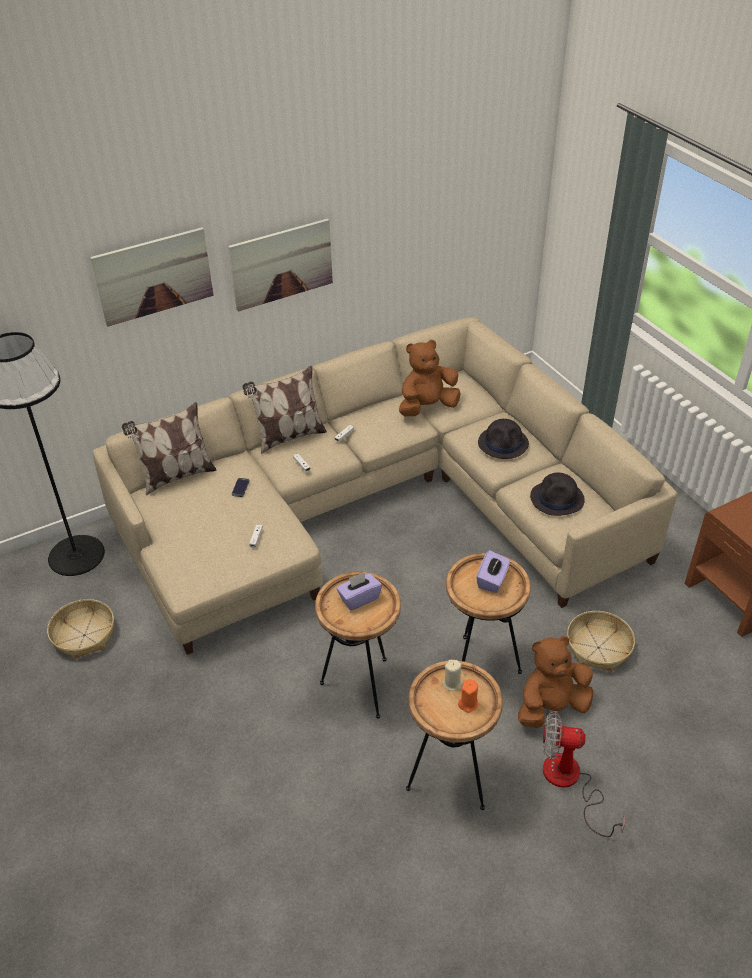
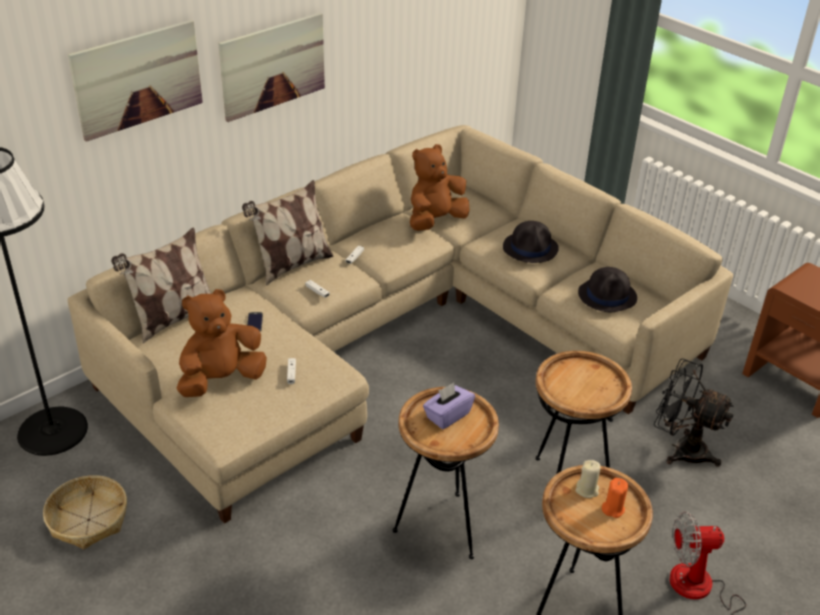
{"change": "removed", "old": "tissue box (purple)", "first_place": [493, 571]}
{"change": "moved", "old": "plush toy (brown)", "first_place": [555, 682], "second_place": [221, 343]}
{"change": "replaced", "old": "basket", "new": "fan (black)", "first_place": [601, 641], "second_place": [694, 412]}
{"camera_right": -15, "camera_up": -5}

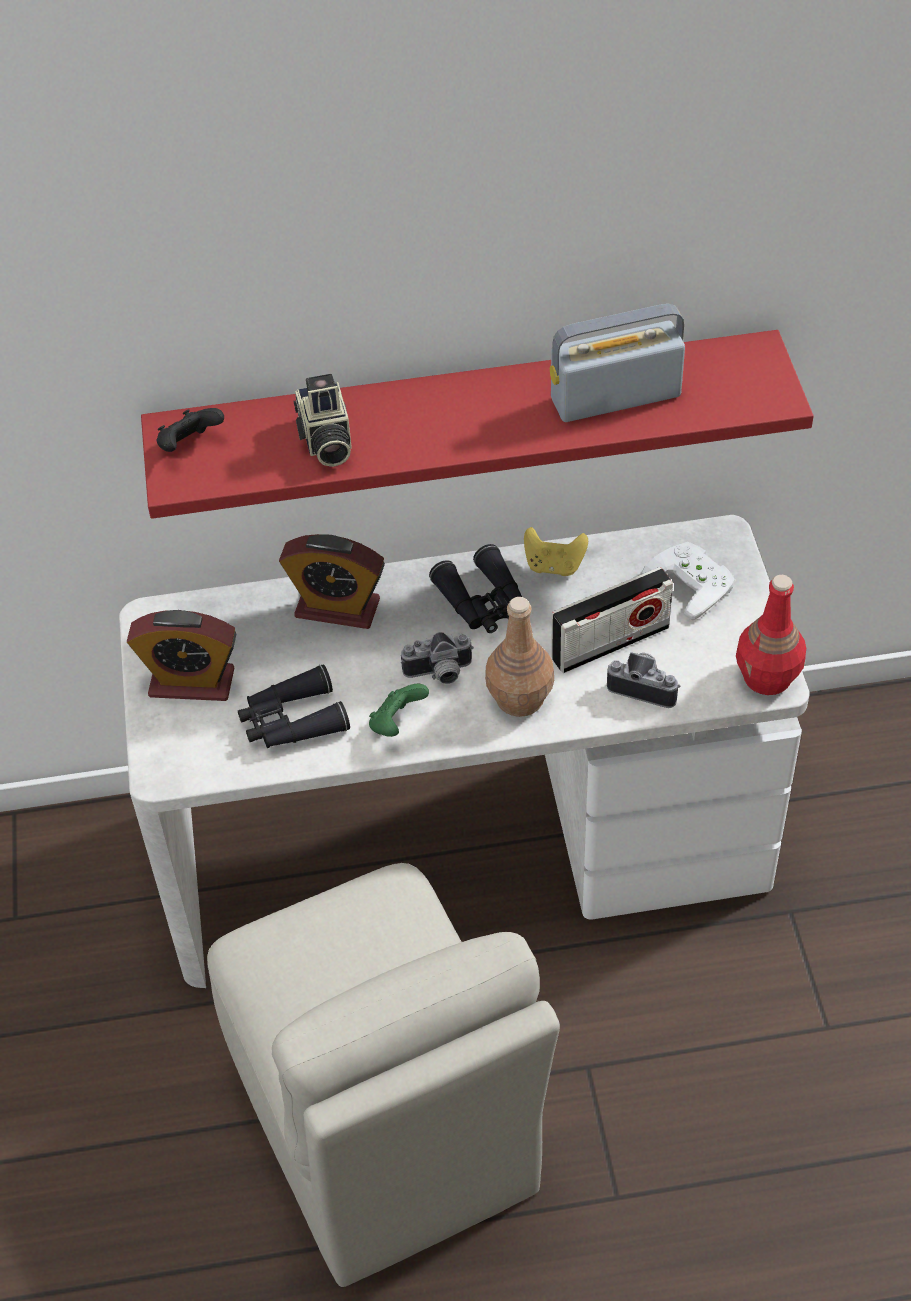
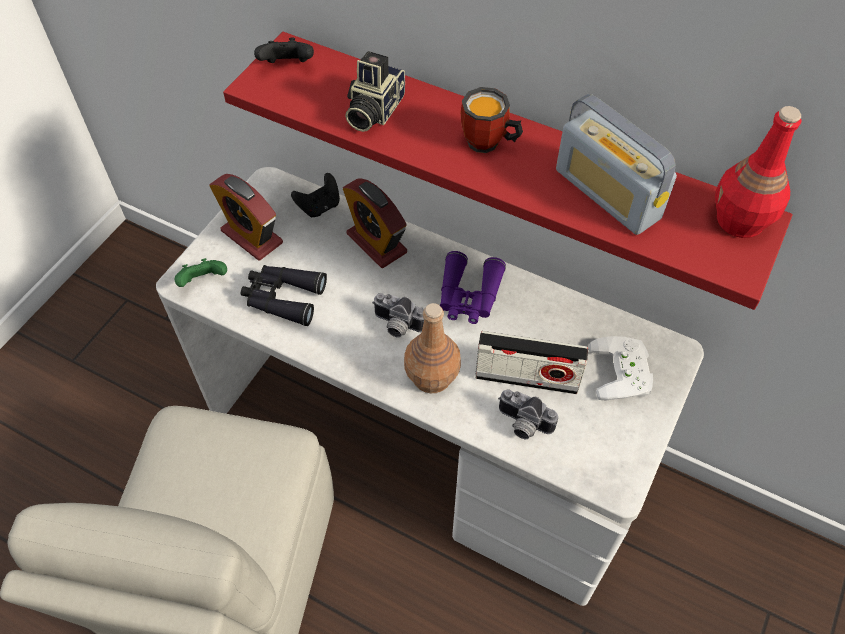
{"change": "removed", "old": "game controller (yellow)", "first_place": [556, 551]}
{"change": "added", "new": "game controller (black)", "second_place": [315, 195]}
{"change": "added", "new": "mug", "second_place": [492, 120]}
{"change": "moved", "old": "game controller (green)", "first_place": [399, 710], "second_place": [201, 272]}
{"change": "moved", "old": "bottle (red)", "first_place": [771, 635], "second_place": [758, 172]}
{"change": "recoloured", "old": "binoculars (black)", "new": "binoculars (purple)", "first_place": [475, 588], "second_place": [473, 287]}
{"change": "turned", "old": "radio", "first_place": [617, 363], "second_place": [616, 164], "degrees": -150}
{"change": "turned", "old": "photo camera", "first_place": [644, 680], "second_place": [528, 414], "degrees": 150}
{"camera_right": 35, "camera_up": 5}

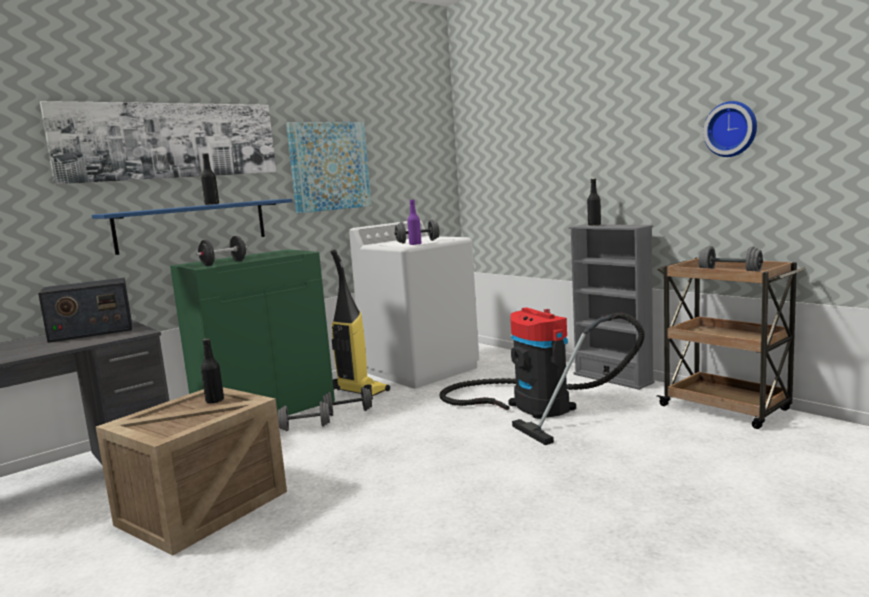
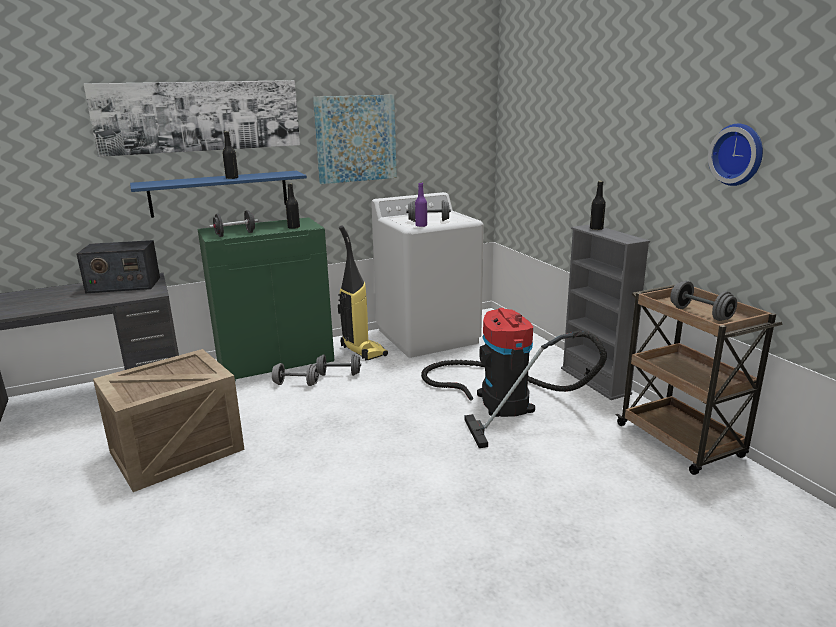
{"change": "moved", "old": "bottle (black)", "first_place": [212, 370], "second_place": [293, 206]}
{"camera_right": 15, "camera_up": 10}

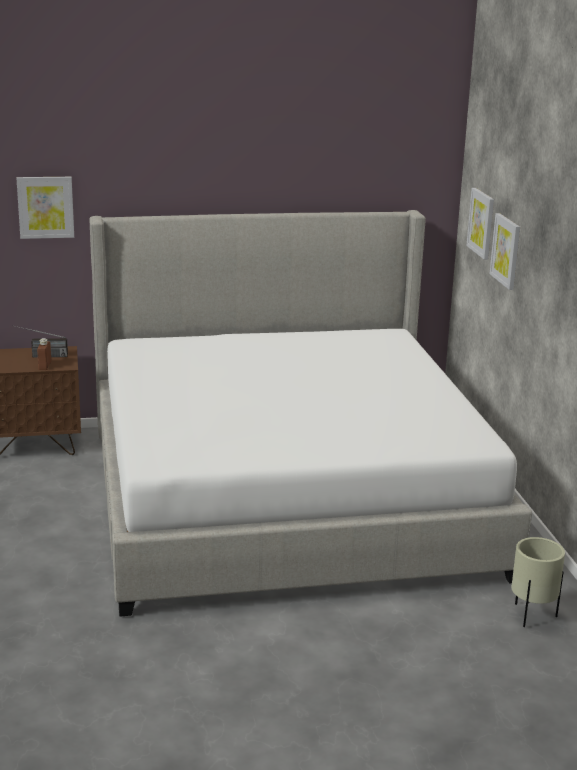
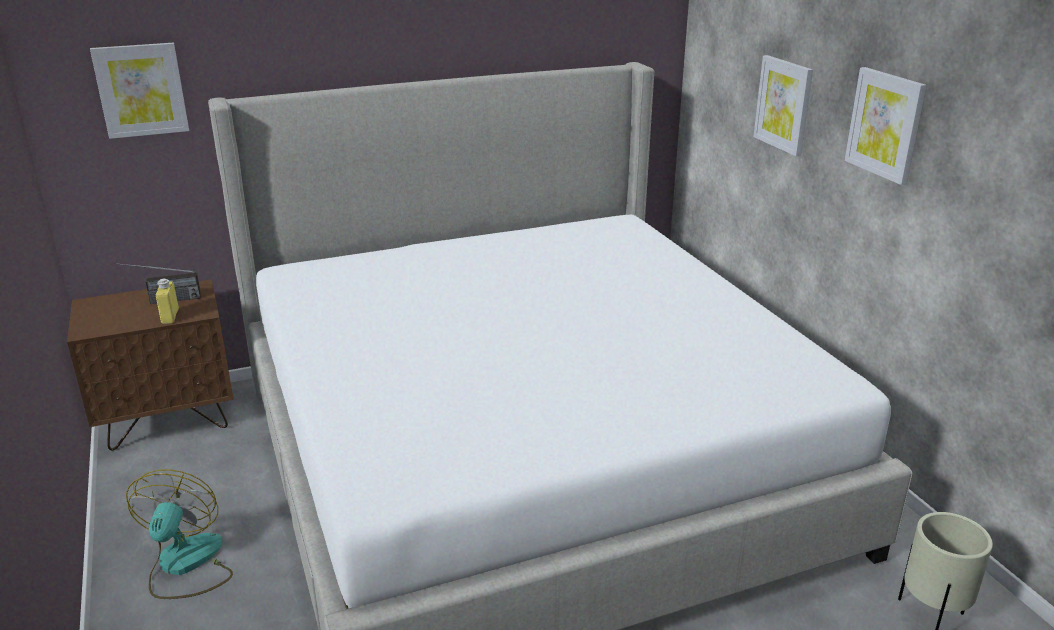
{"change": "added", "new": "fan", "second_place": [179, 534]}
{"change": "moved", "old": "picture", "first_place": [480, 224], "second_place": [886, 126]}
{"change": "recoloured", "old": "bottle (brown)", "new": "bottle (yellow)", "first_place": [44, 354], "second_place": [167, 301]}
{"camera_right": -10, "camera_up": 5}

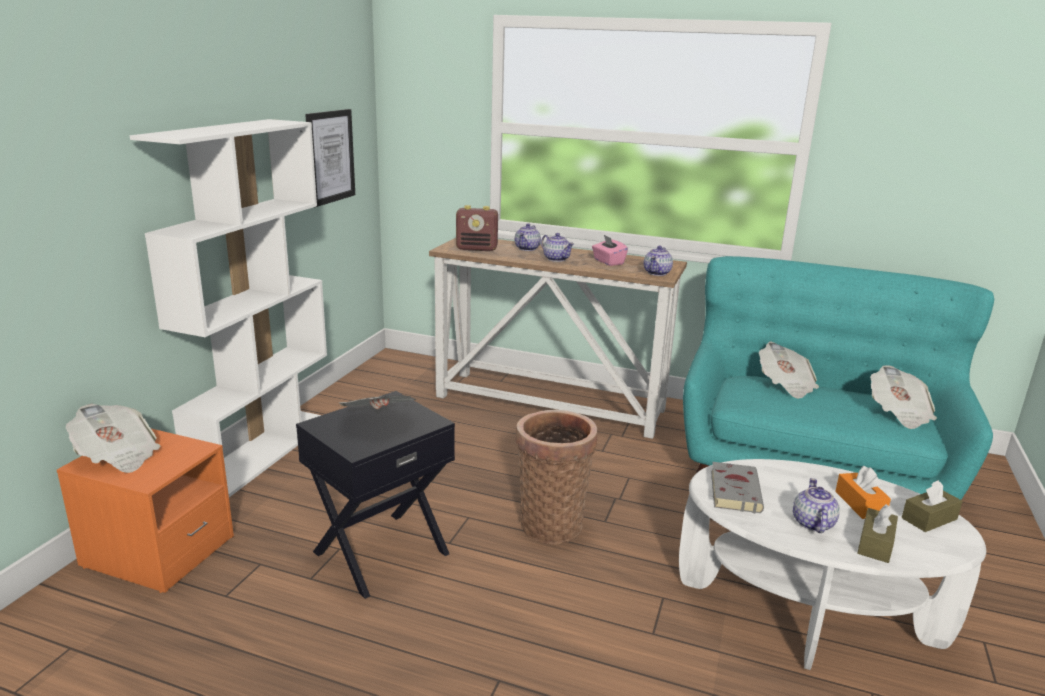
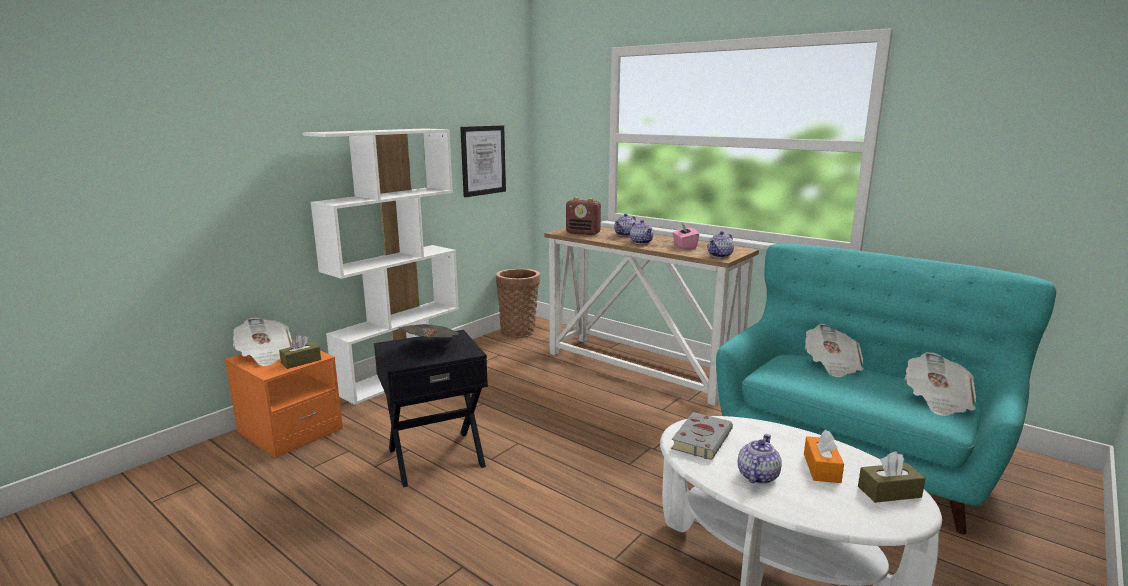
{"change": "moved", "old": "basket", "first_place": [556, 477], "second_place": [518, 303]}
{"change": "moved", "old": "tissue box (brown)", "first_place": [878, 533], "second_place": [300, 352]}
{"camera_right": 20, "camera_up": -5}

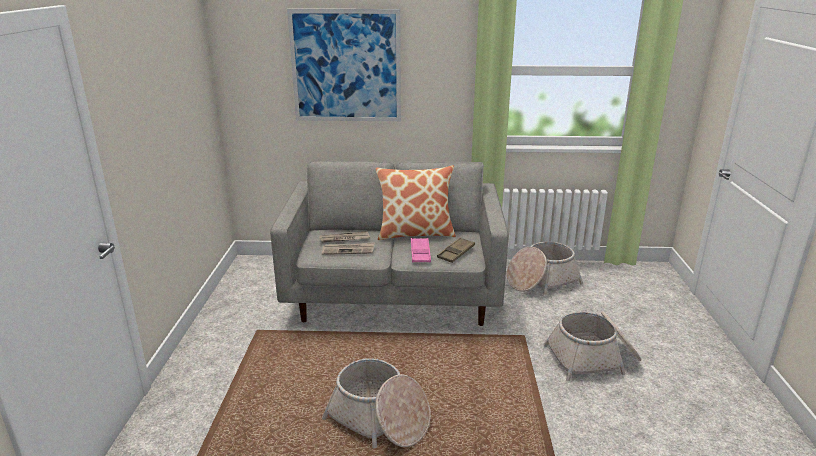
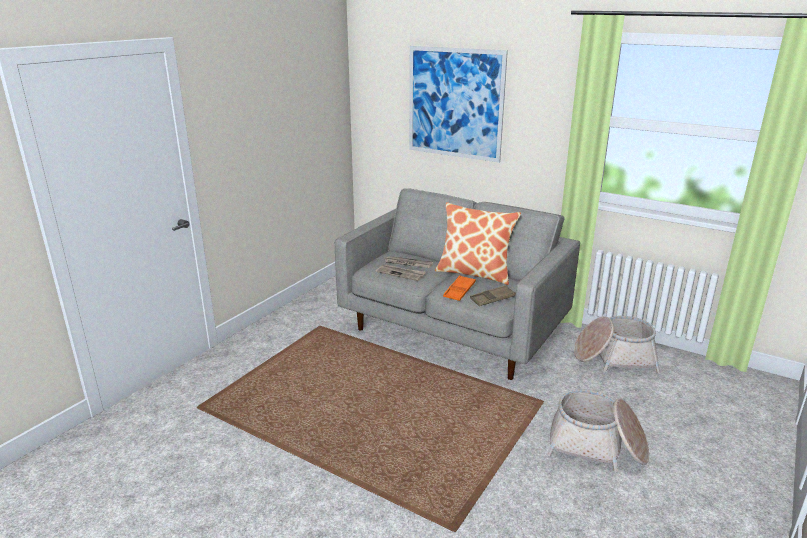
{"change": "removed", "old": "basket", "first_place": [376, 403]}
{"change": "recoloured", "old": "tray (pink)", "new": "tray (orange)", "first_place": [421, 250], "second_place": [459, 288]}
{"camera_right": 30, "camera_up": 0}

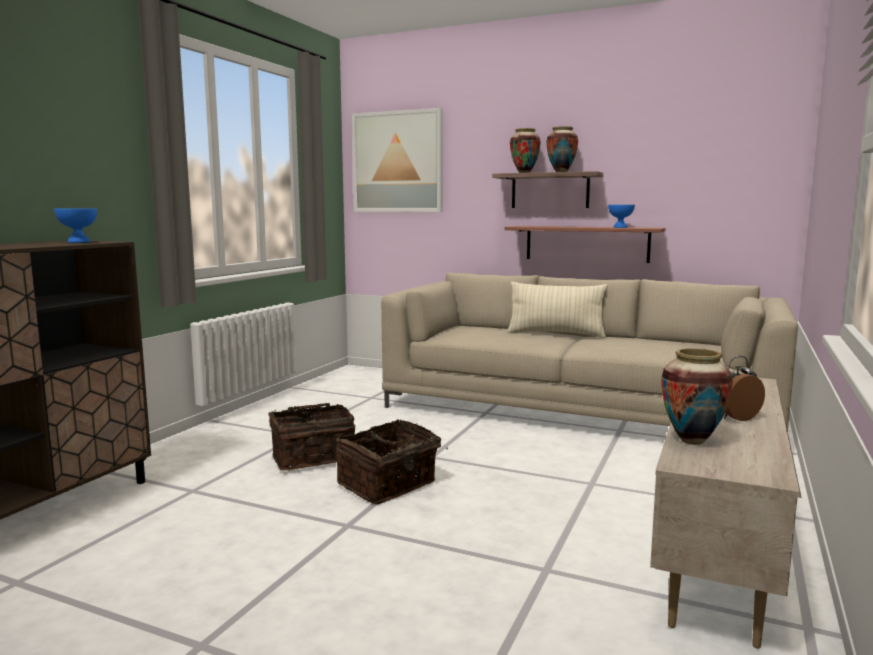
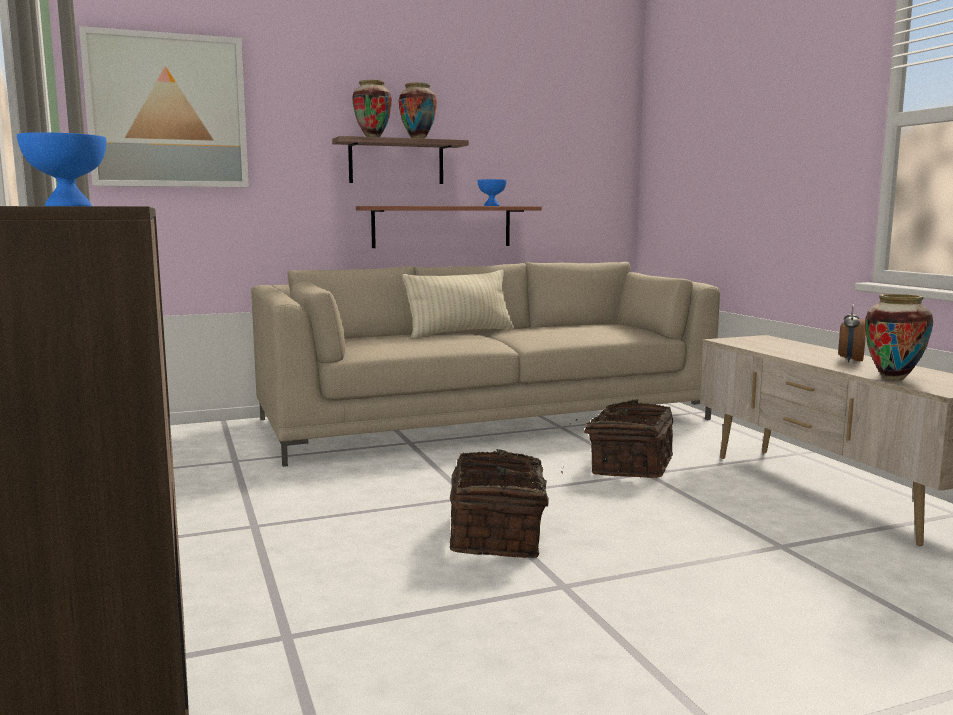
{"change": "moved", "old": "basket", "first_place": [311, 436], "second_place": [621, 438]}
{"camera_right": -45, "camera_up": 0}

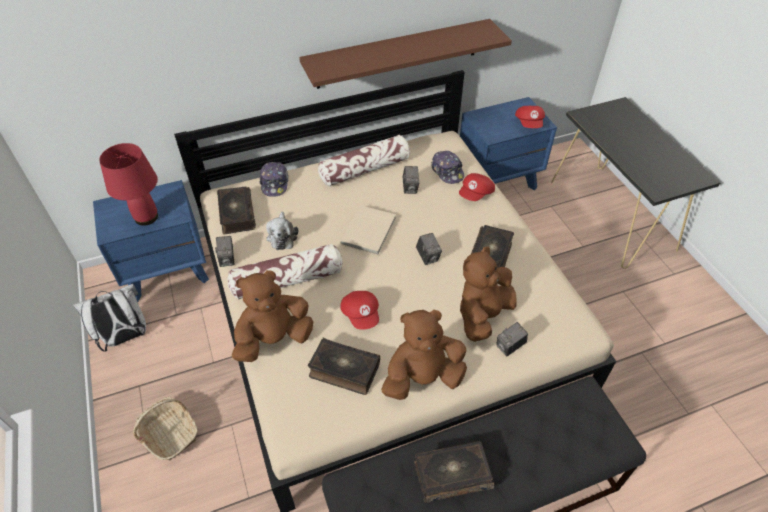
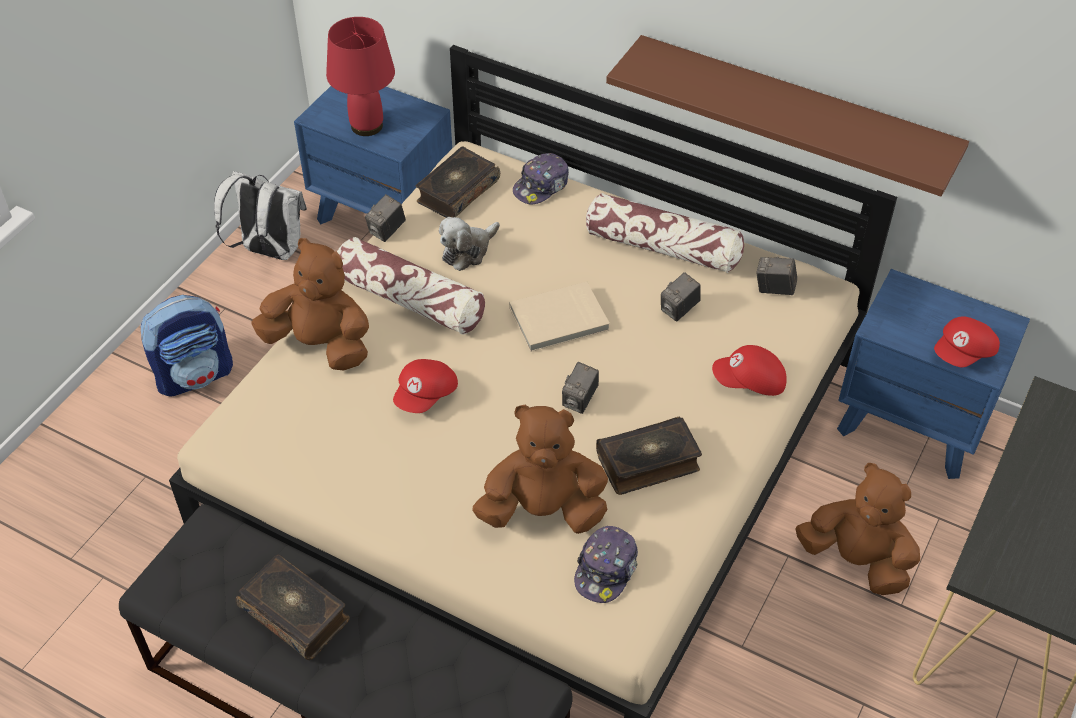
{"change": "removed", "old": "book", "first_place": [344, 366]}
{"change": "moved", "old": "plush toy (brown)", "first_place": [424, 355], "second_place": [857, 529]}
{"change": "moved", "old": "cap", "first_place": [447, 167], "second_place": [606, 564]}
{"change": "moved", "old": "photo camera", "first_place": [512, 339], "second_place": [777, 276]}
{"change": "replaced", "old": "basket", "new": "backpack", "first_place": [165, 428], "second_place": [186, 345]}
{"camera_right": 50, "camera_up": 0}

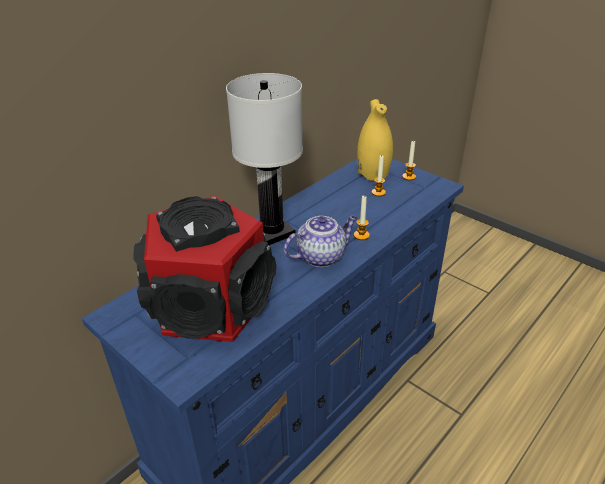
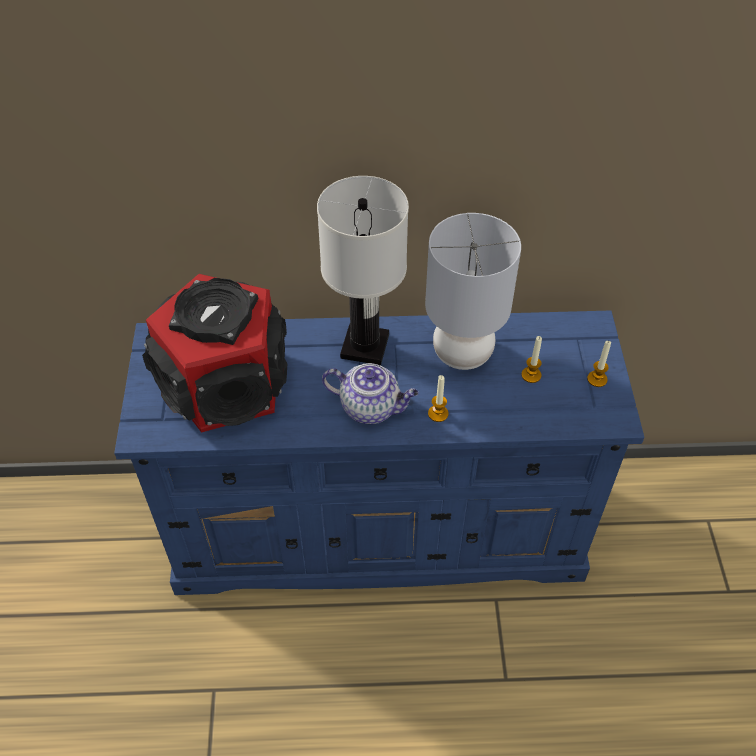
{"change": "removed", "old": "vase (yellow)", "first_place": [375, 140]}
{"change": "added", "new": "table lamp (grey)", "second_place": [473, 291]}
{"camera_right": 45, "camera_up": 15}

